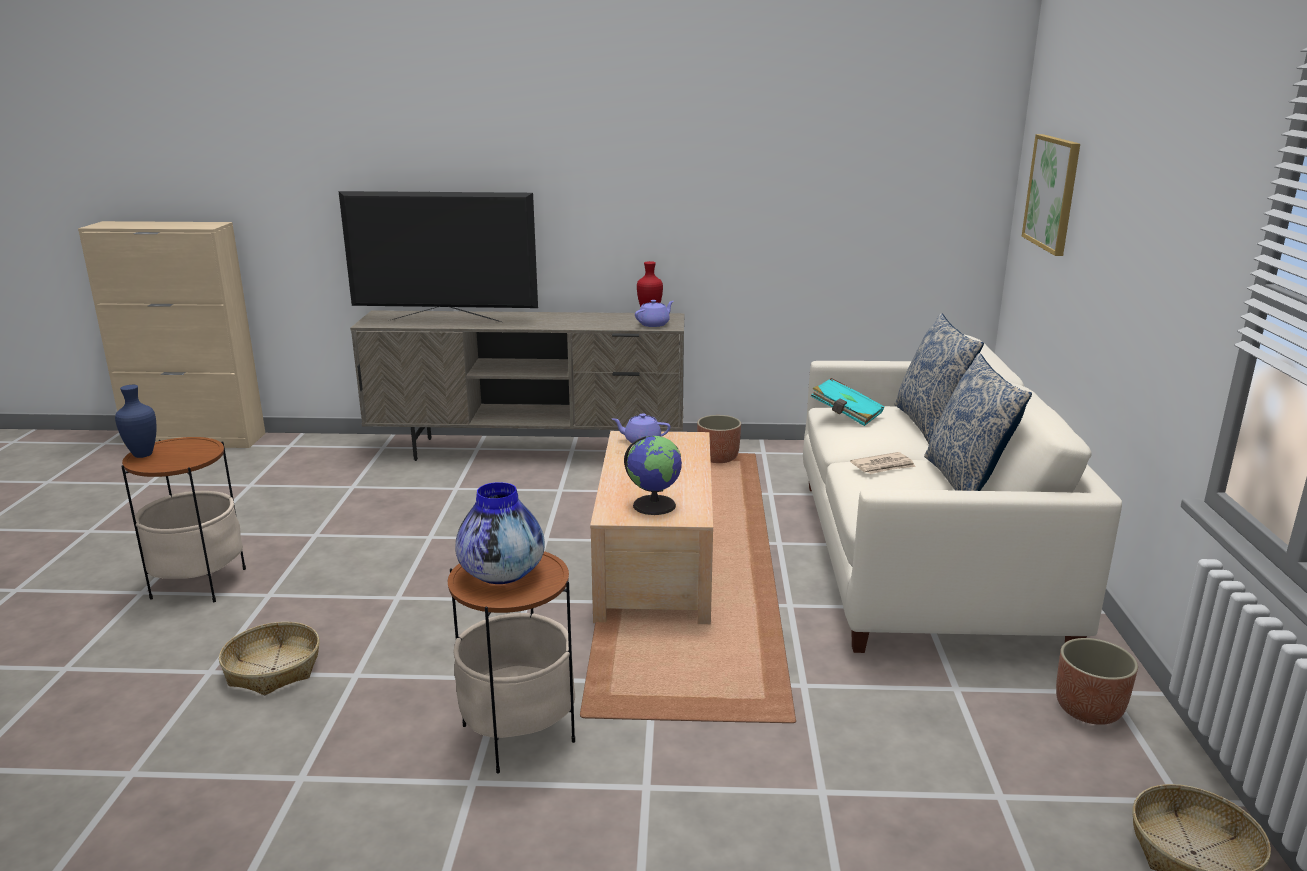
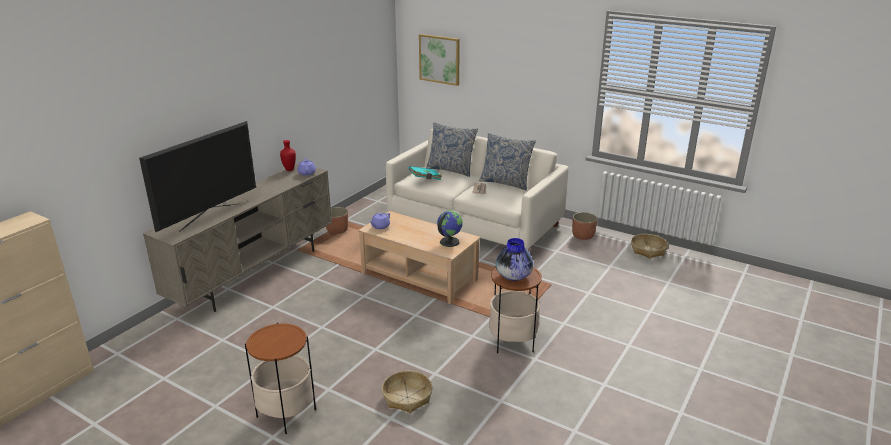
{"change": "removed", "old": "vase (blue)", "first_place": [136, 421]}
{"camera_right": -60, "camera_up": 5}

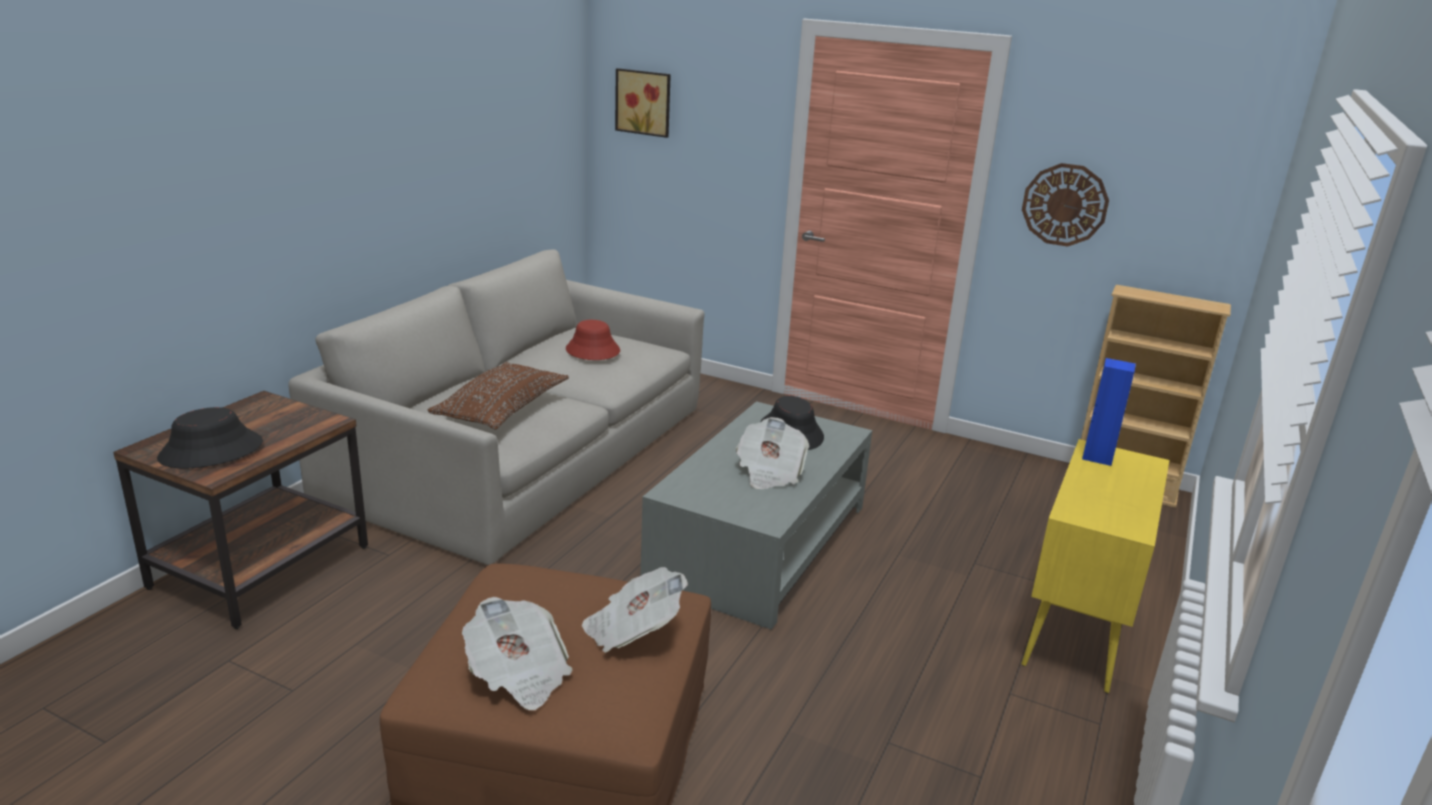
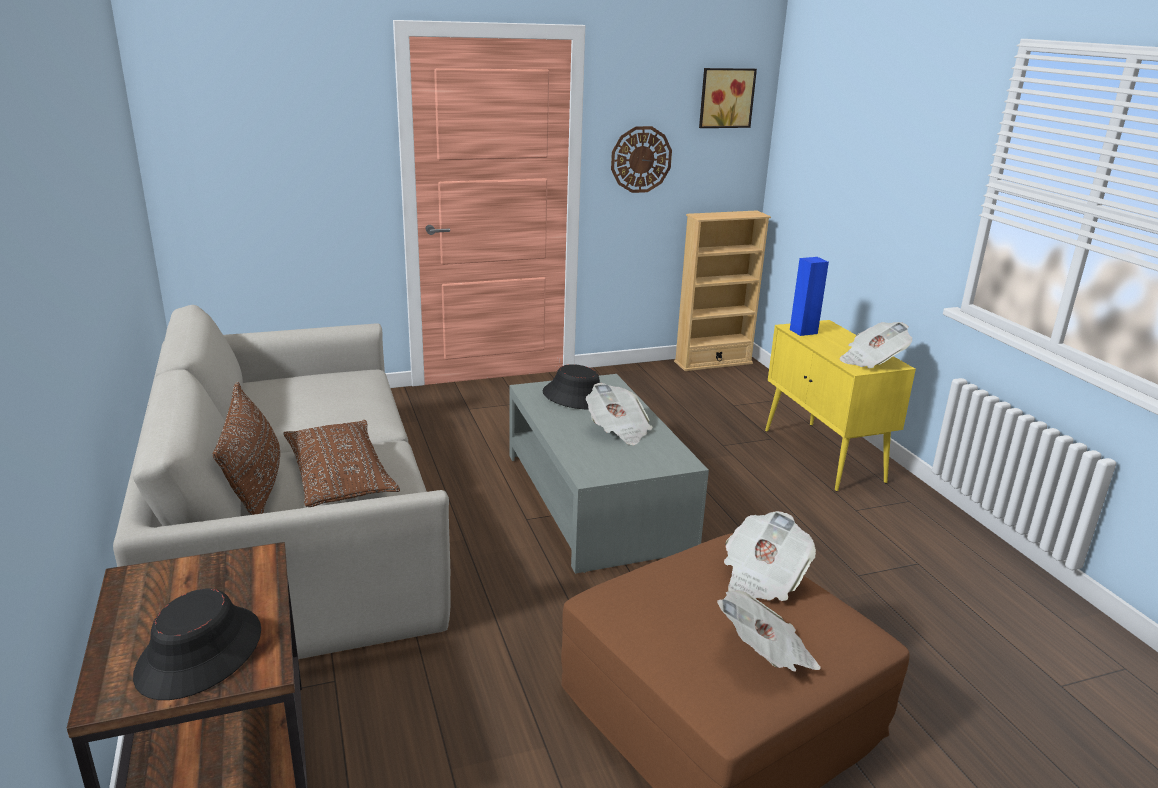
{"change": "removed", "old": "hat (red)", "first_place": [593, 340]}
{"change": "added", "new": "pillow (brown)", "second_place": [246, 448]}
{"change": "added", "new": "newspaper", "second_place": [875, 345]}
{"change": "moved", "old": "picture", "first_place": [643, 103], "second_place": [728, 98]}
{"camera_right": -45, "camera_up": 0}

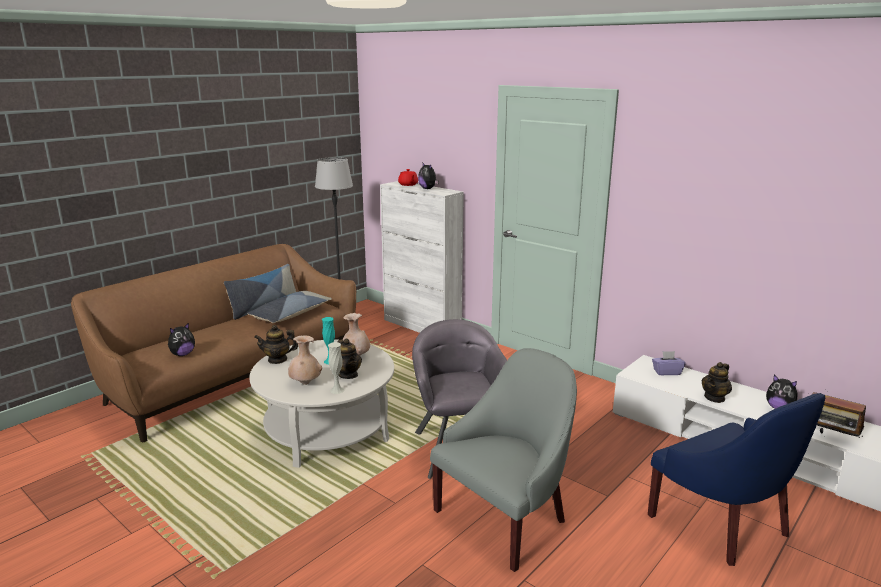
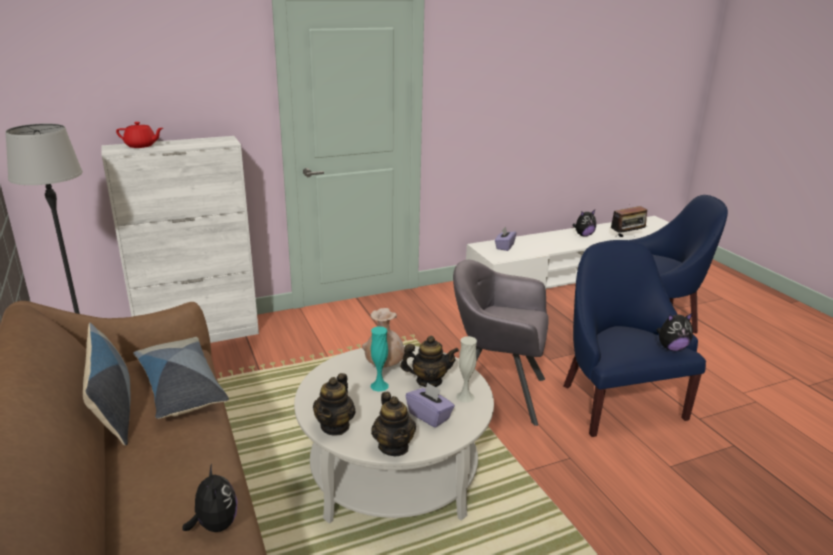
{"change": "moved", "old": "plush toy", "first_place": [428, 175], "second_place": [674, 332]}
{"change": "moved", "old": "teapot", "first_place": [717, 382], "second_place": [393, 424]}
{"change": "replaced", "old": "vase (beige)", "new": "tissue box (purple)", "first_place": [305, 360], "second_place": [430, 405]}
{"change": "recoloured", "old": "armchair (grey)", "new": "armchair (blue)", "first_place": [503, 460], "second_place": [634, 338]}
{"camera_right": -65, "camera_up": 5}

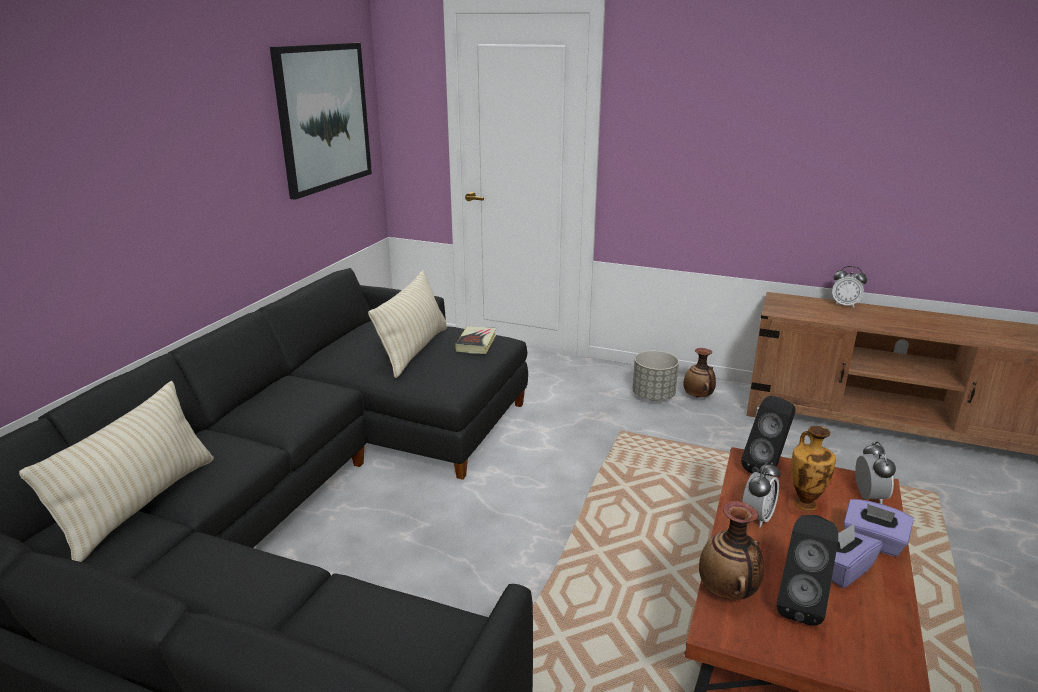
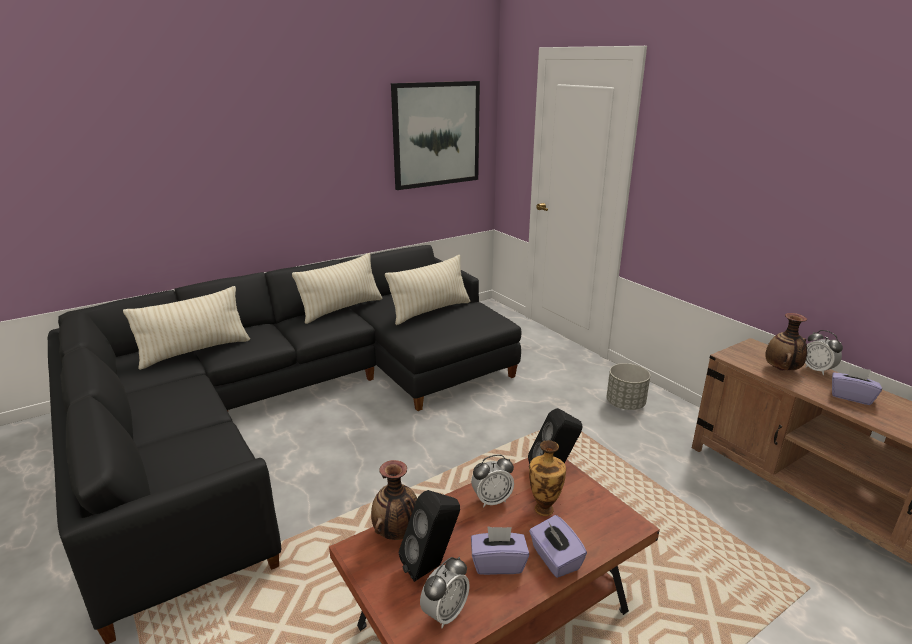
{"change": "removed", "old": "book", "first_place": [475, 340]}
{"change": "added", "new": "pillow (beige)", "second_place": [337, 288]}
{"change": "added", "new": "tissue box (purple)", "second_place": [857, 385]}
{"change": "moved", "old": "vase", "first_place": [699, 373], "second_place": [786, 342]}
{"change": "moved", "old": "alarm clock", "first_place": [875, 472], "second_place": [444, 592]}
{"camera_right": 35, "camera_up": 0}

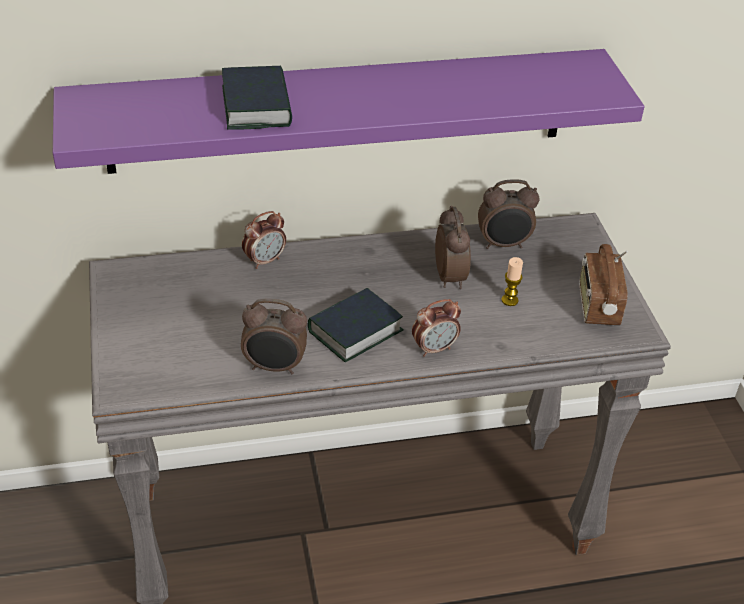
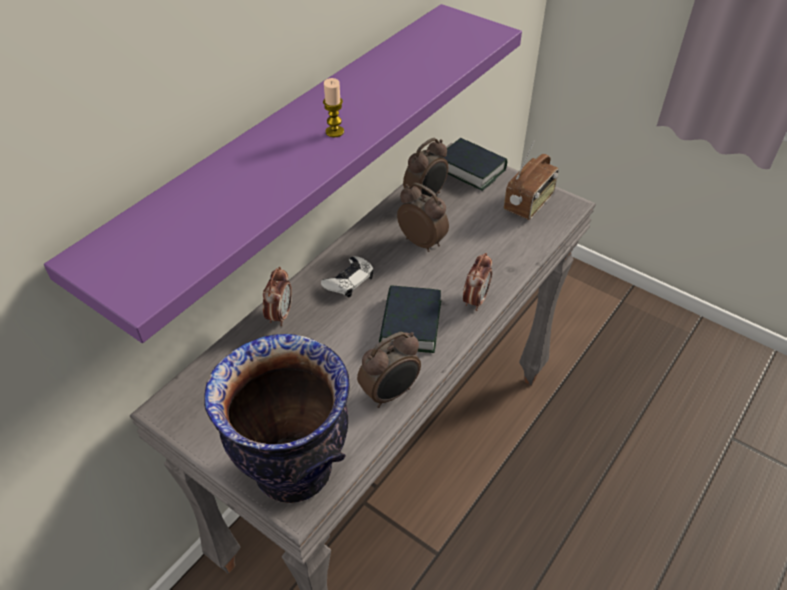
{"change": "added", "new": "vase", "second_place": [277, 418]}
{"change": "added", "new": "game controller (white)", "second_place": [347, 277]}
{"change": "moved", "old": "book", "first_place": [257, 98], "second_place": [475, 164]}
{"change": "moved", "old": "candle", "first_place": [512, 281], "second_place": [333, 107]}
{"change": "turned", "old": "radio", "first_place": [603, 284], "second_place": [531, 180], "degrees": -105}
{"camera_right": -40, "camera_up": 5}

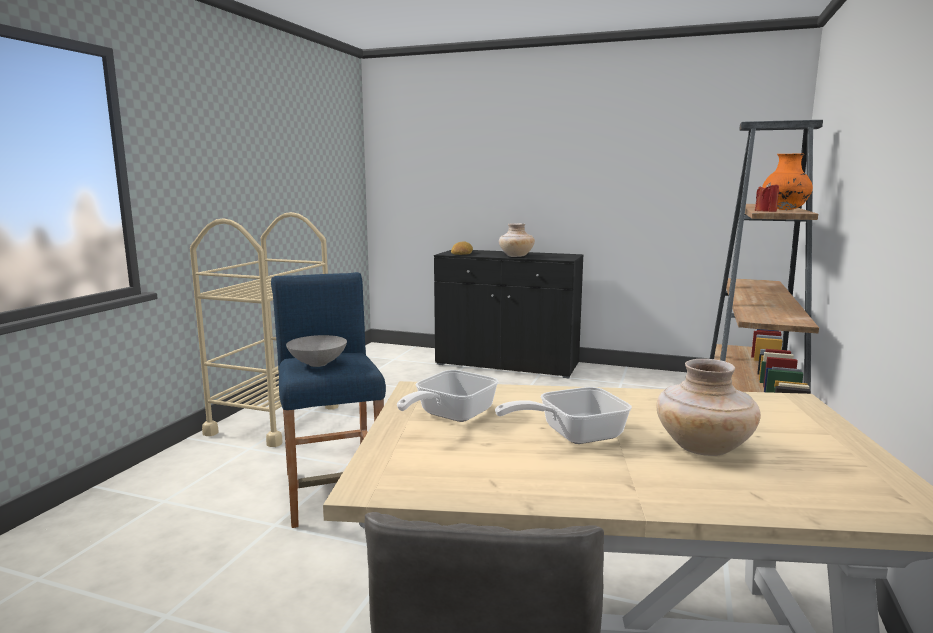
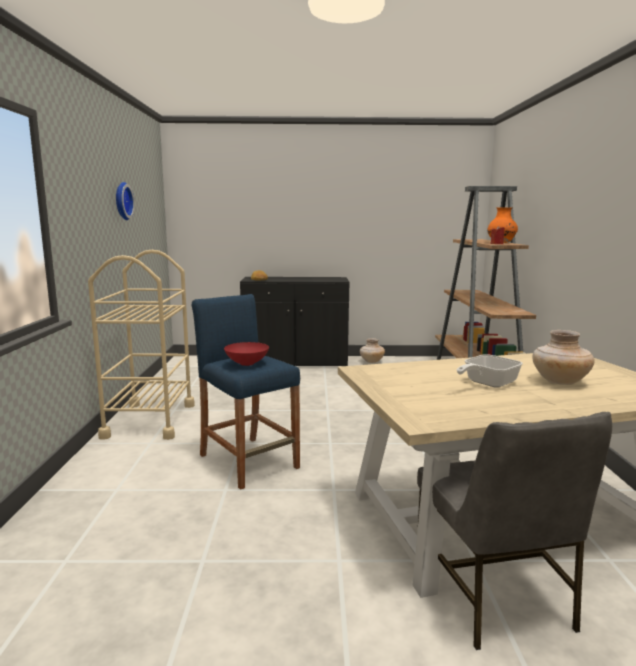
{"change": "removed", "old": "frying pan", "first_place": [448, 396]}
{"change": "added", "new": "wall clock", "second_place": [125, 201]}
{"change": "moved", "old": "vase (beige)", "first_place": [517, 240], "second_place": [372, 350]}
{"change": "recoloured", "old": "bowl (grey)", "new": "bowl (red)", "first_place": [316, 351], "second_place": [246, 354]}
{"camera_right": -20, "camera_up": 0}

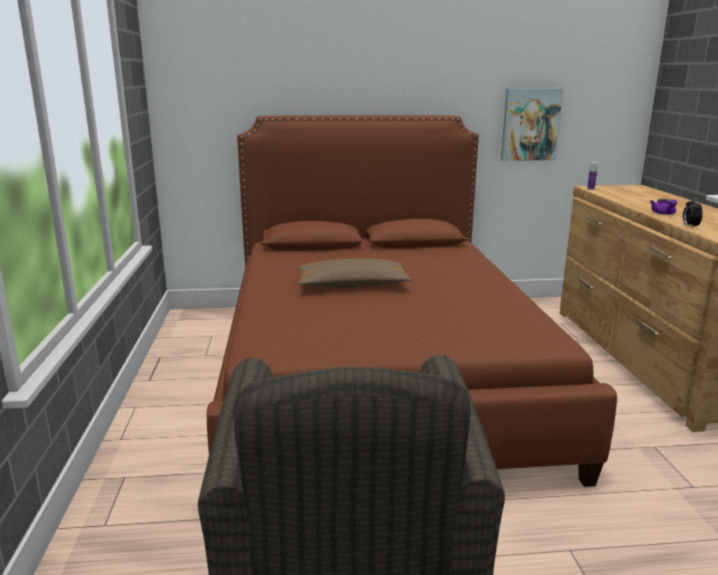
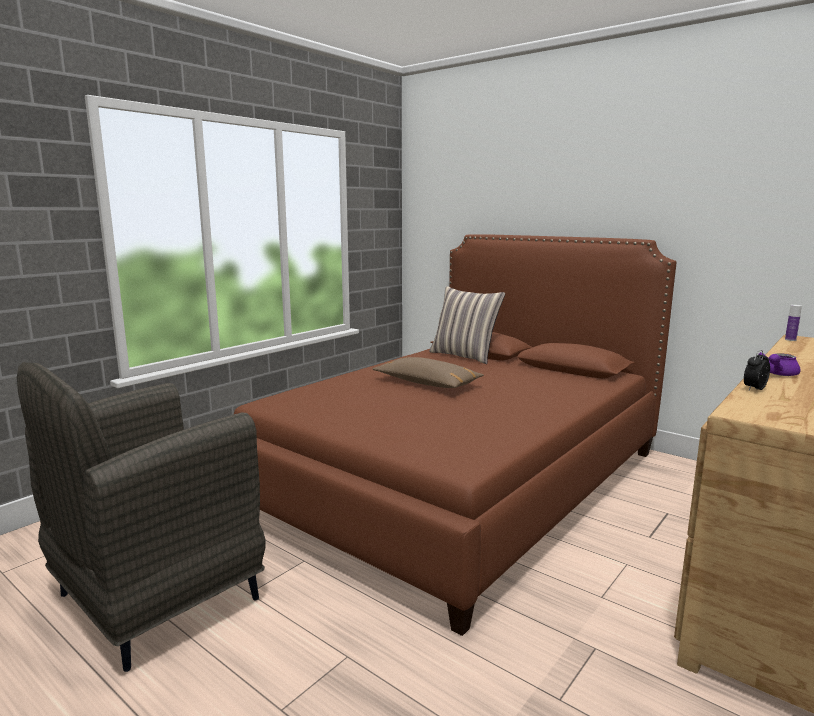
{"change": "removed", "old": "picture", "first_place": [532, 125]}
{"change": "added", "new": "pillow", "second_place": [467, 325]}
{"camera_right": 45, "camera_up": -5}

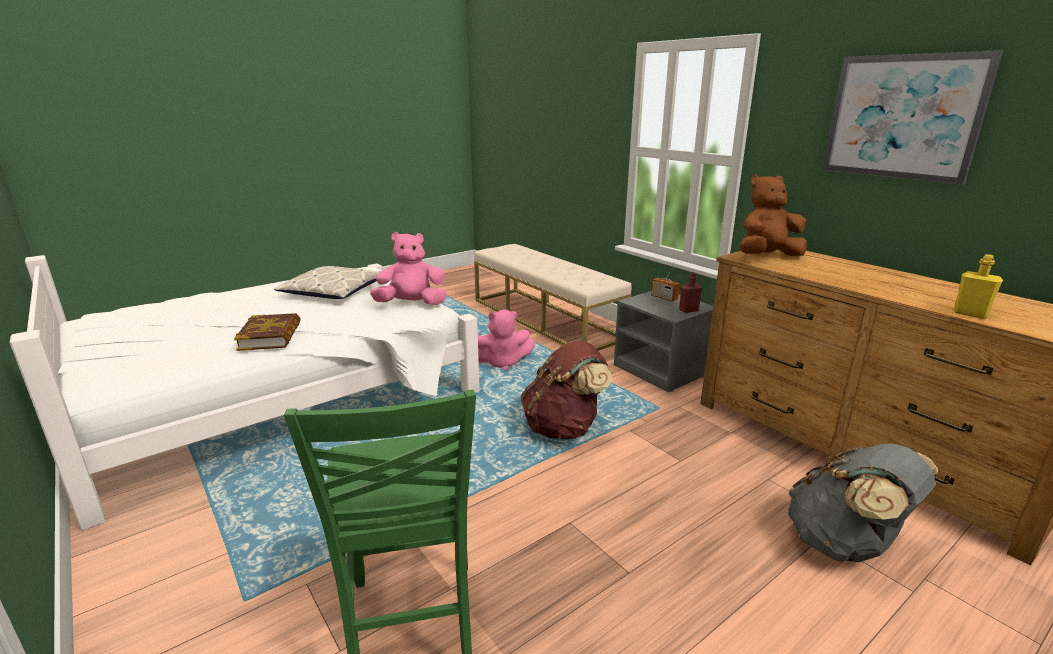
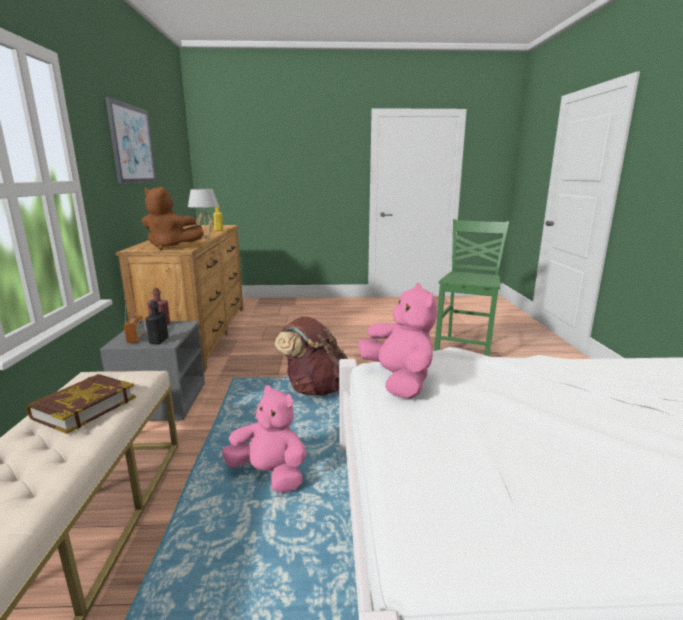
{"change": "removed", "old": "pillow", "first_place": [327, 282]}
{"change": "removed", "old": "backpack (grey)", "first_place": [863, 503]}
{"change": "added", "new": "bottle (black)", "second_place": [156, 322]}
{"change": "added", "new": "table lamp (white)", "second_place": [203, 214]}
{"change": "moved", "old": "book", "first_place": [267, 332], "second_place": [81, 404]}
{"change": "turned", "old": "plush toy (pink)", "first_place": [408, 268], "second_place": [397, 341], "degrees": -135}
{"camera_right": -145, "camera_up": -5}

